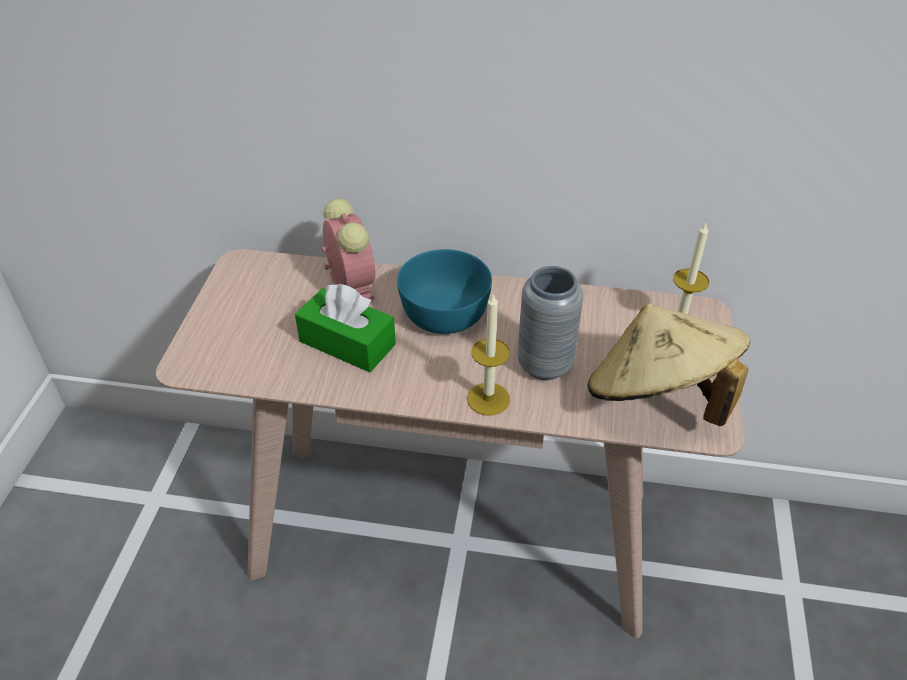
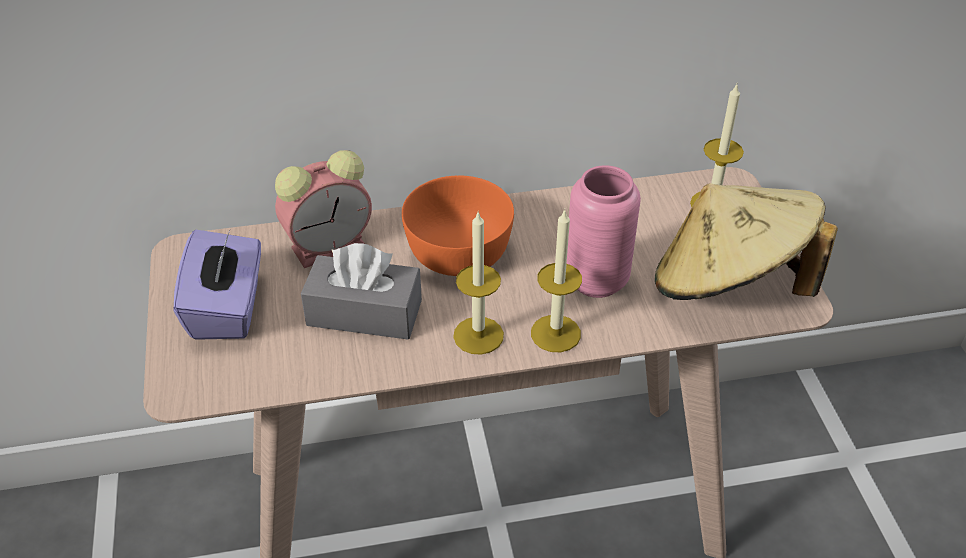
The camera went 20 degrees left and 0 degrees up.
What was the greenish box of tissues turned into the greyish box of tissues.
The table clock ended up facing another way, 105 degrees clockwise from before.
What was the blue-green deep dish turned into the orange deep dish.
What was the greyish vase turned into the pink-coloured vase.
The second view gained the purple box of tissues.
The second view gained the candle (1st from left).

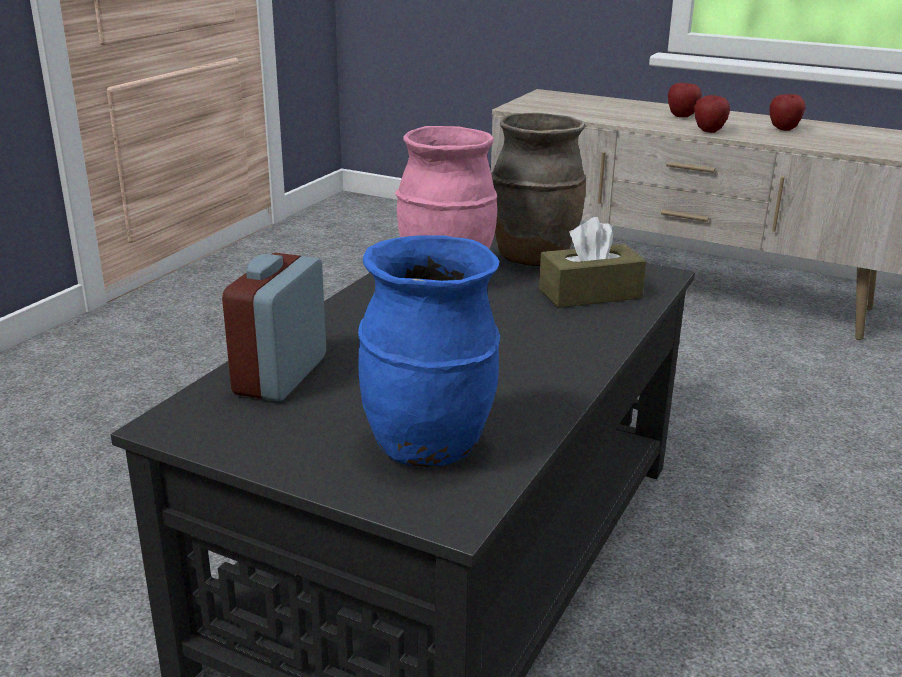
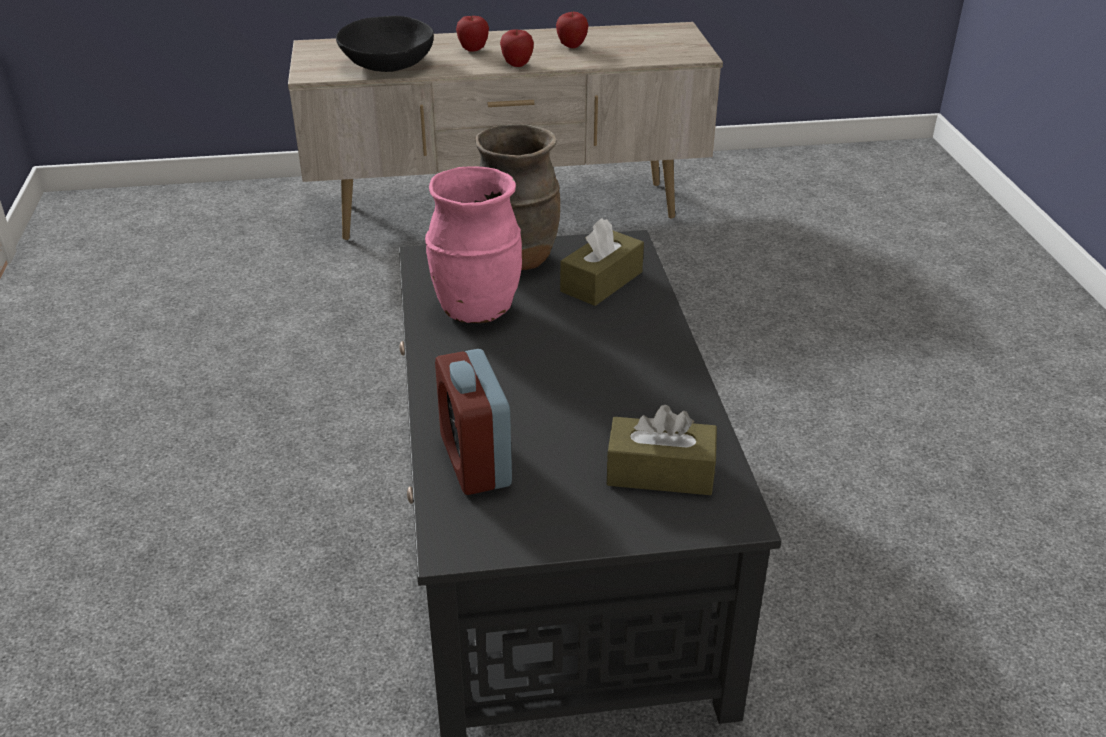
The camera went 35 degrees left and 10 degrees up.
Where the blue vase stood, the brownish box of tissues (2nd from left) came to stand.
The second view gained the black-coloured deep dish.

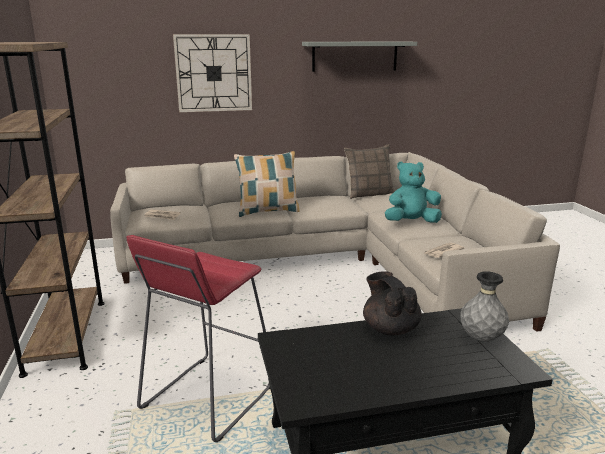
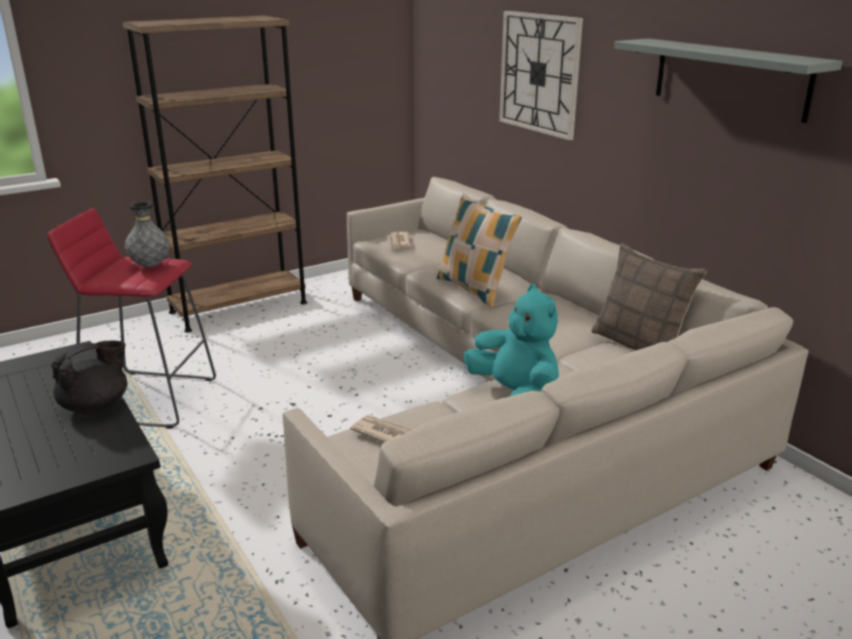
The camera went 70 degrees right and 5 degrees up.
The greyish vase ended up elsewhere.

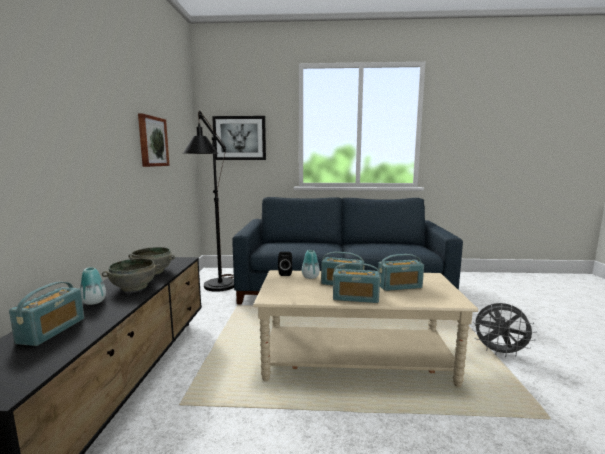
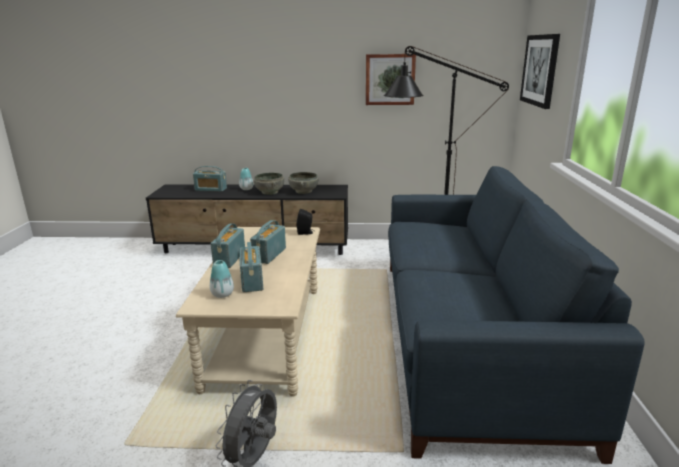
The camera went 90 degrees right and 10 degrees up.
The vase (2nd from left in the first image) ended up elsewhere.

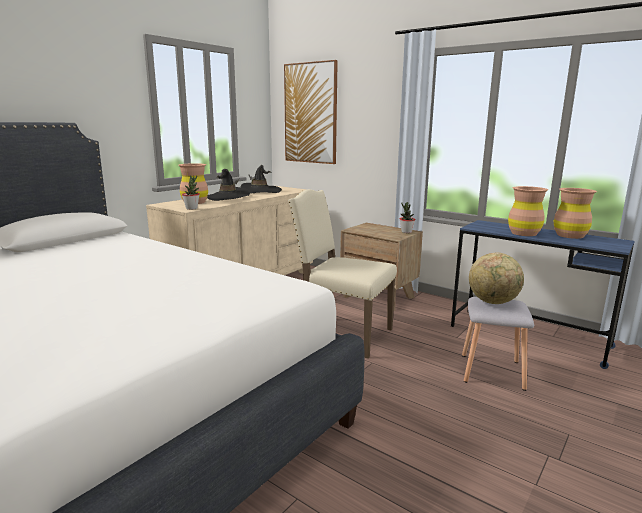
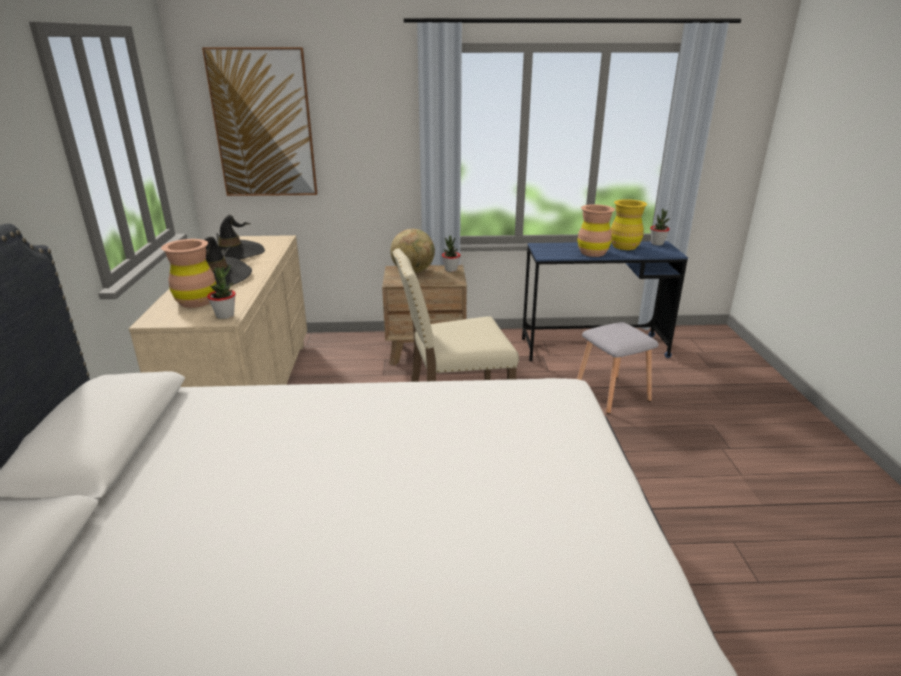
The camera went 40 degrees left and 10 degrees up.
The desk globe ended up elsewhere.
What was the brownish vase (3rd from left) turned into the yellowish vase.
The second view gained the potted plant (3rd from left).

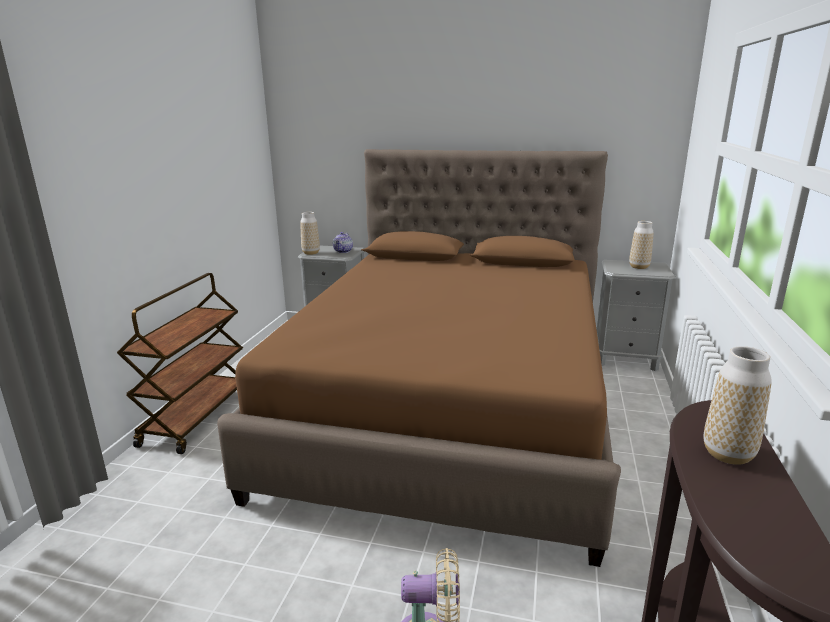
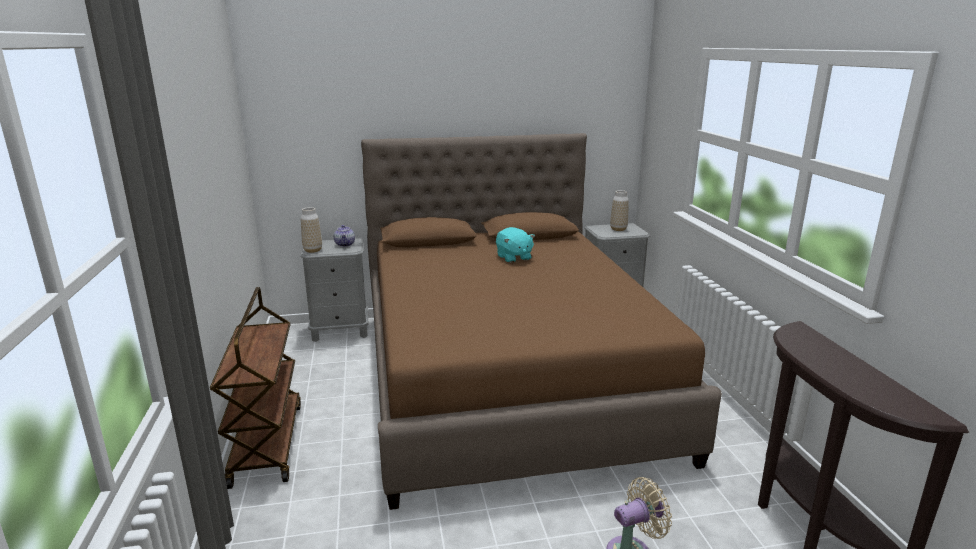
The camera went 25 degrees left and 0 degrees up.
The second view lost the vase (3rd from left).
The second view gained the blue-green soft toy.

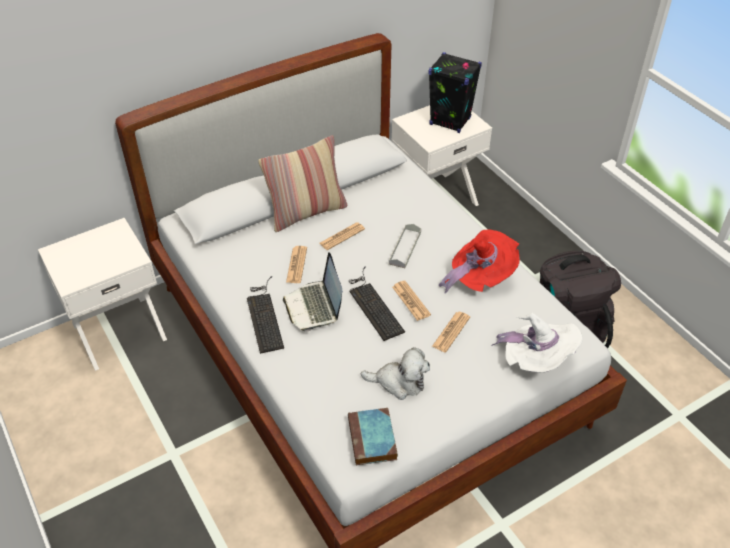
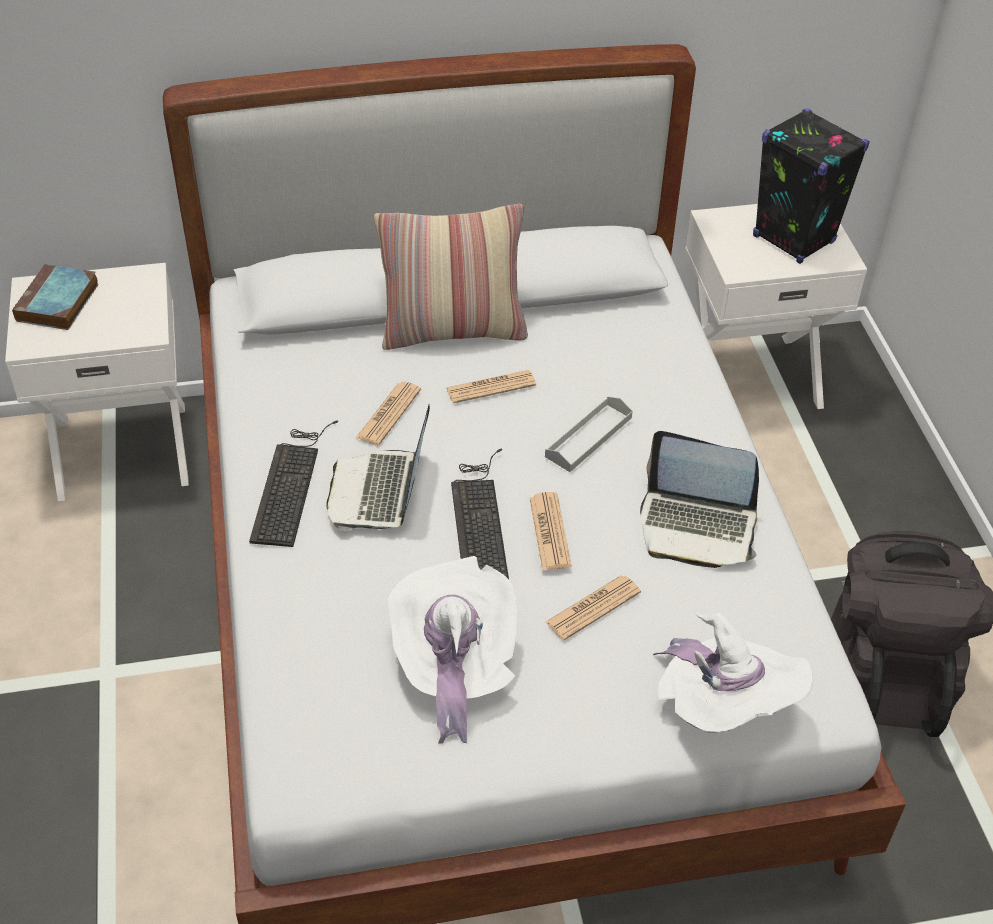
The camera went 20 degrees right and 0 degrees up.
The book ended up elsewhere.
Where the soft toy stood, the white wearable hat (1st from left) came to stand.
Where the red wearable hat stood, the notebook computer (2nd from left) came to stand.

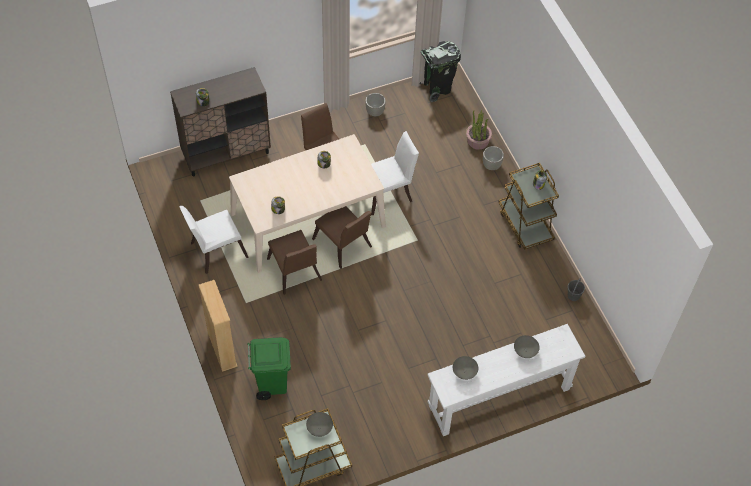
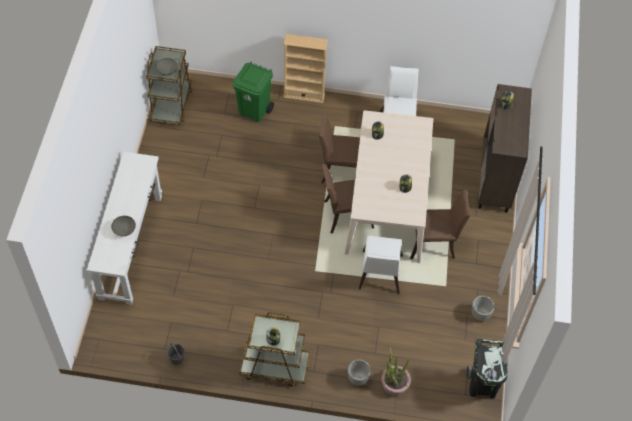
The camera went 120 degrees right and 0 degrees up.
The second view lost the greyish deep dish (2nd from left).

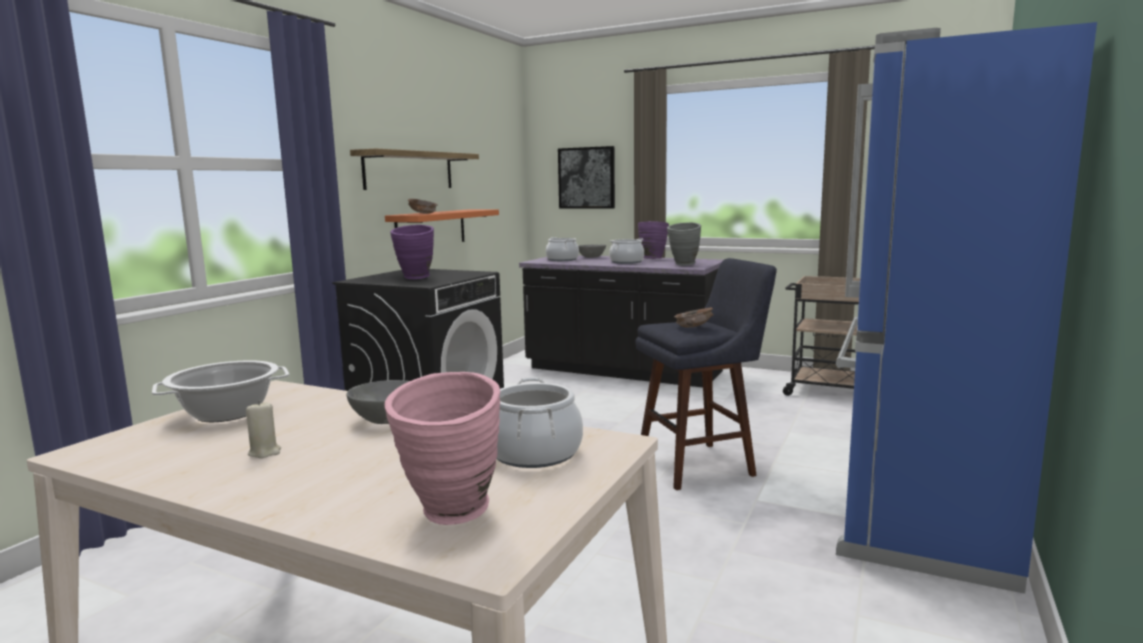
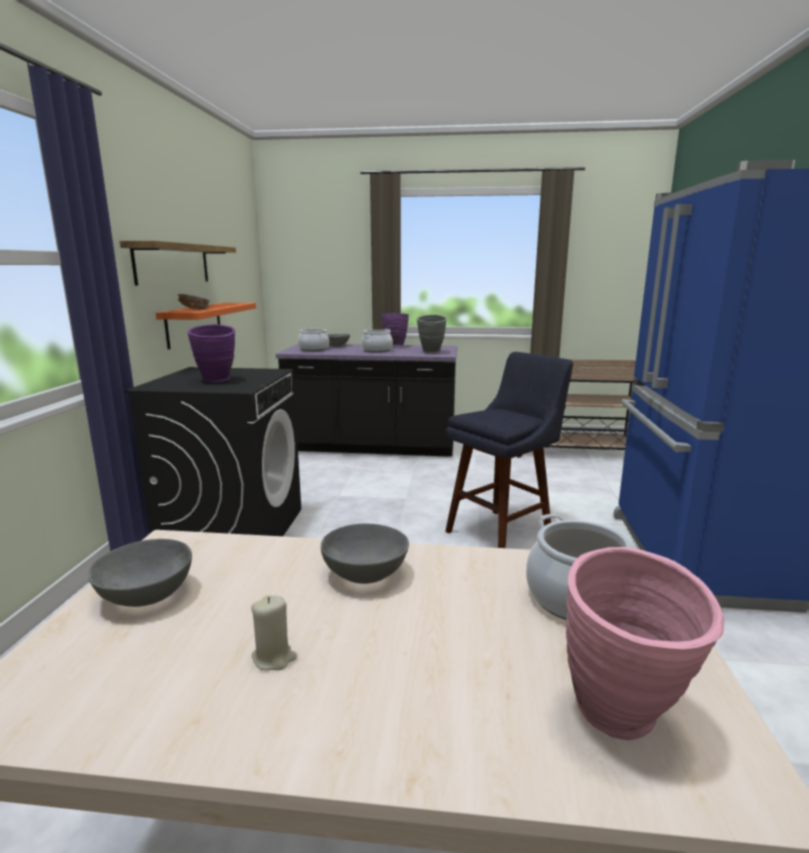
The camera went 20 degrees left and 5 degrees up.
Where the stockpot (1st from left) stood, the greyish deep dish (1st from left) came to stand.
The second view lost the picture.
The second view lost the brownish deep dish (2nd from left).

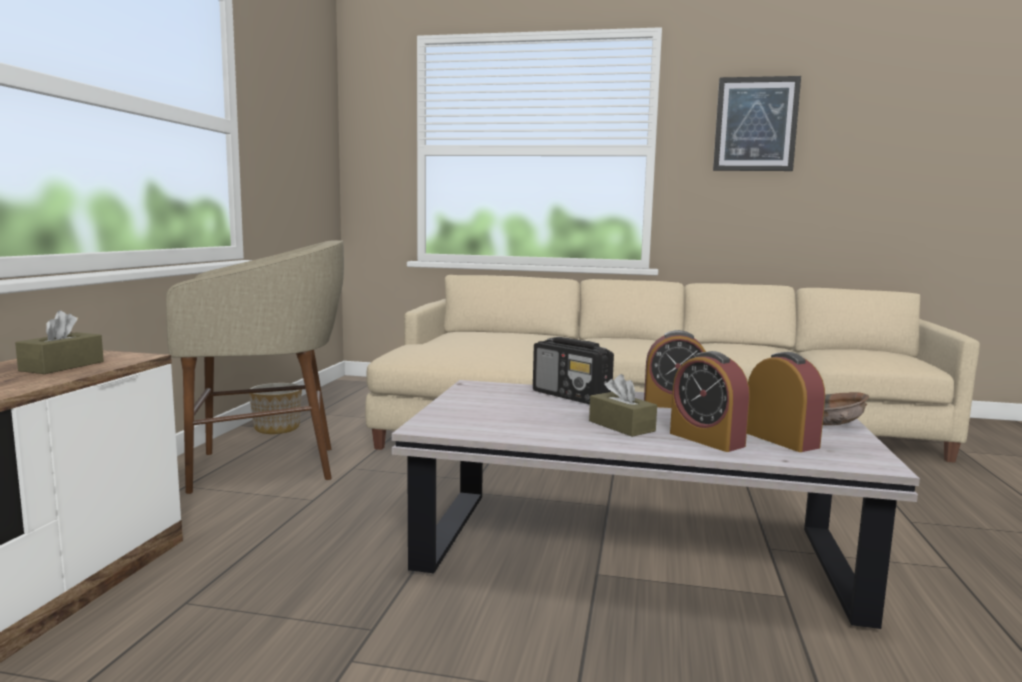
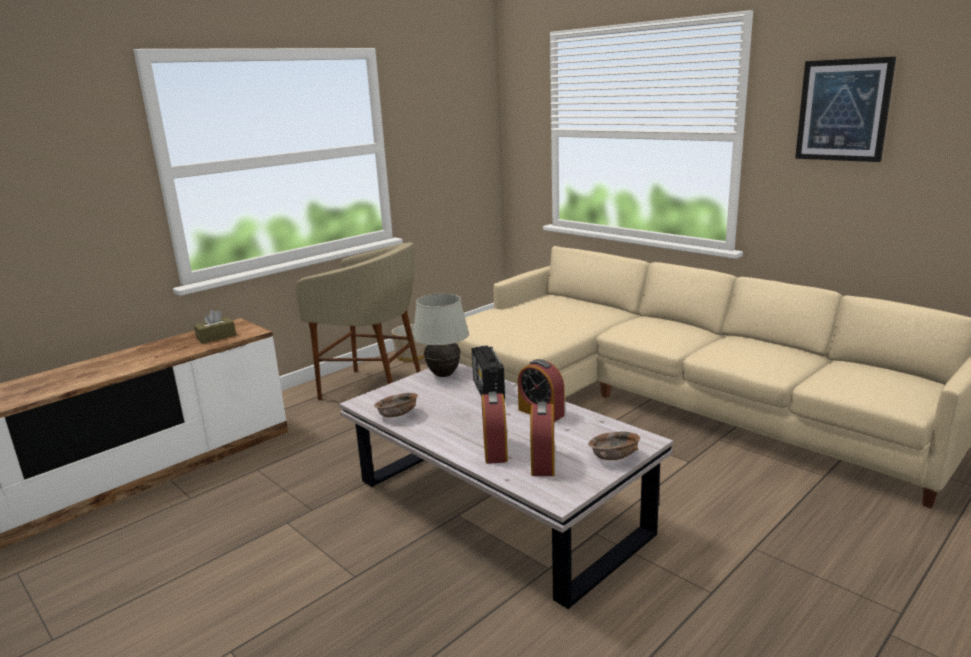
The camera went 35 degrees right and 10 degrees up.
The second view lost the brownish box of tissues (2nd from left).
The second view gained the brownish deep dish (1st from left).
The second view gained the white lamp for a table.

